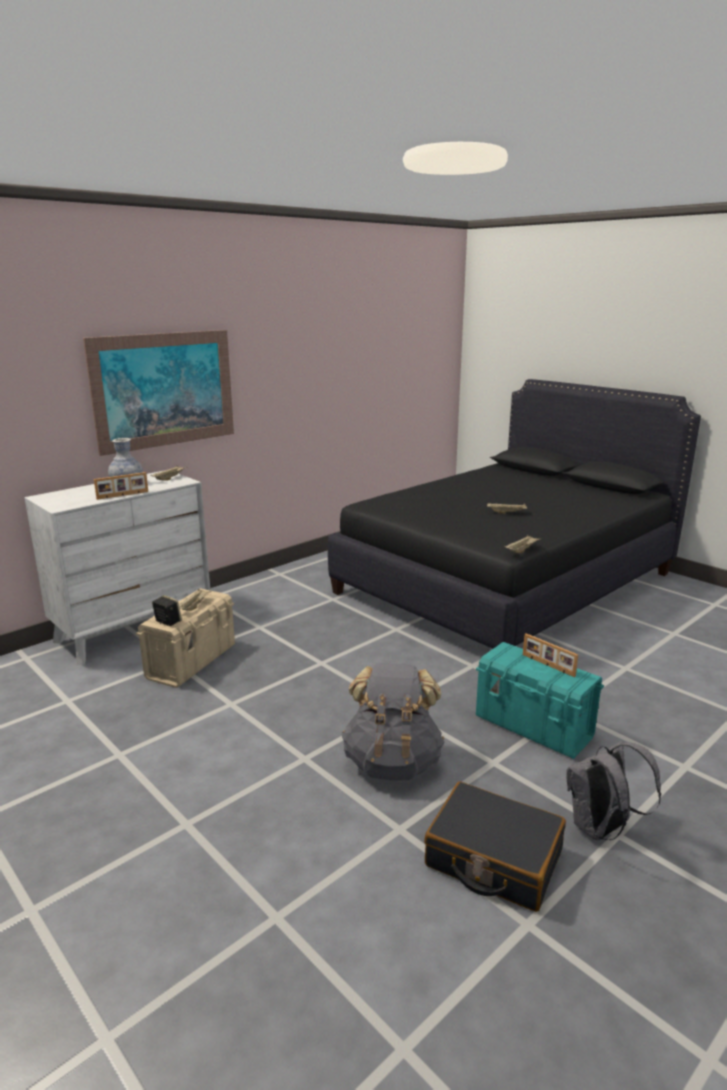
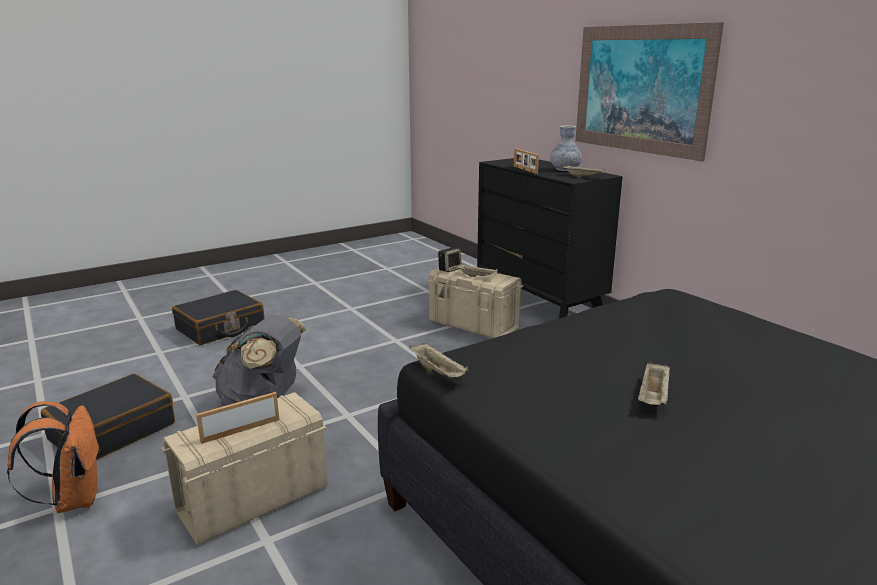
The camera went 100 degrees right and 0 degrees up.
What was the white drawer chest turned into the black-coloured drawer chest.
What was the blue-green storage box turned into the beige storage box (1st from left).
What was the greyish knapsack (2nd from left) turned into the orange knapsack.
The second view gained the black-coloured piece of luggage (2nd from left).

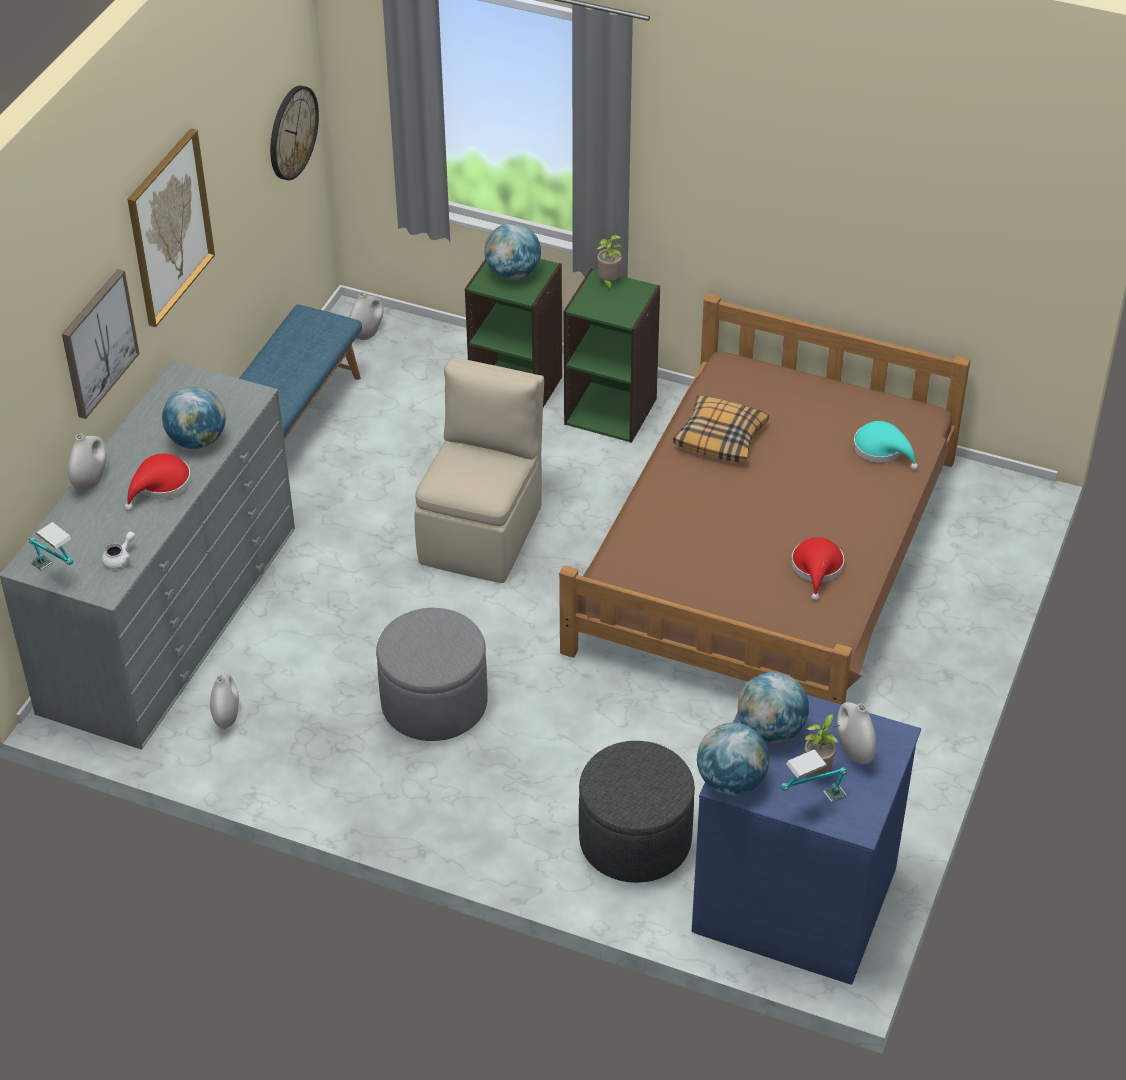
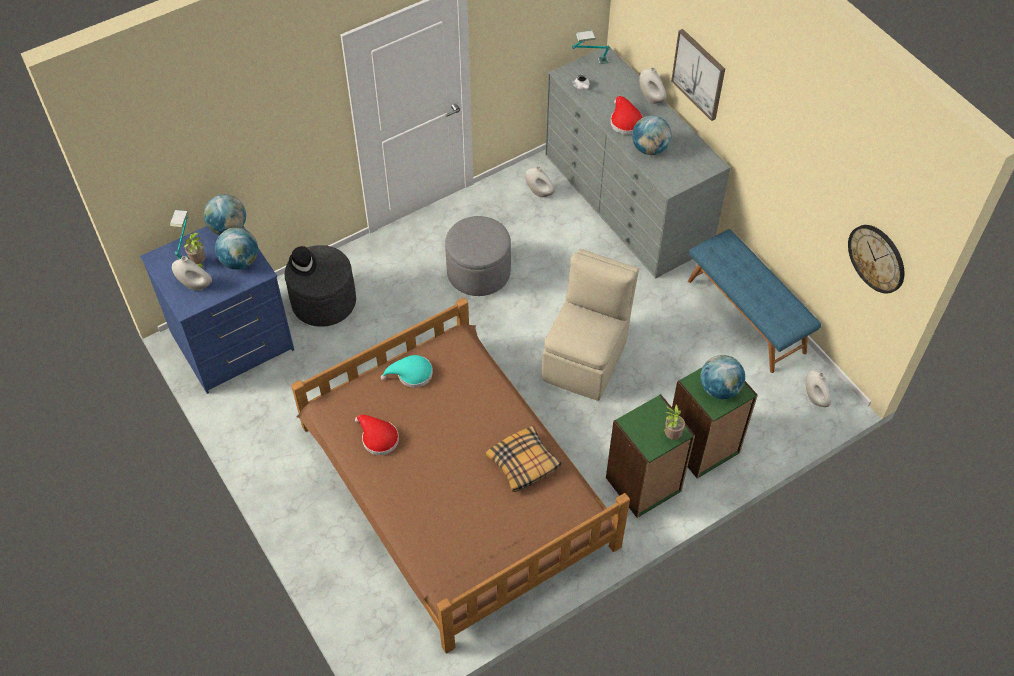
The camera went 125 degrees right and 10 degrees up.
The second view lost the picture (2nd from left).
The beige plain chair ended up facing another way, 120 degrees counterclockwise from before.
The blue-green wearable hat ended up elsewhere.
The second view gained the black-coloured wearable hat.

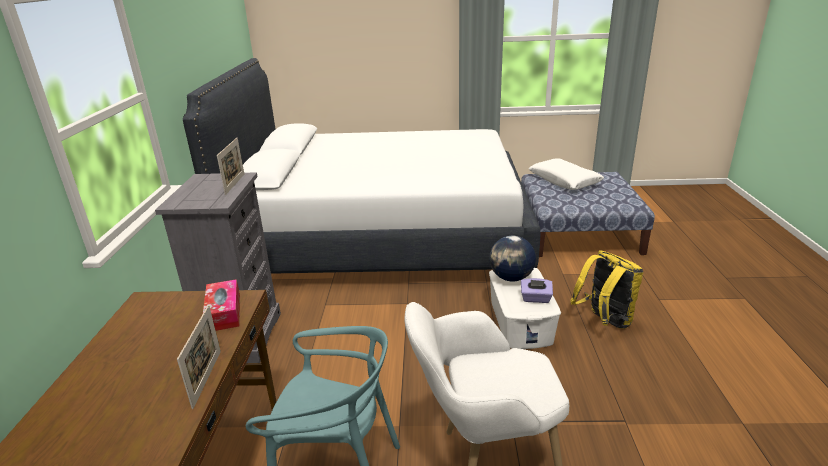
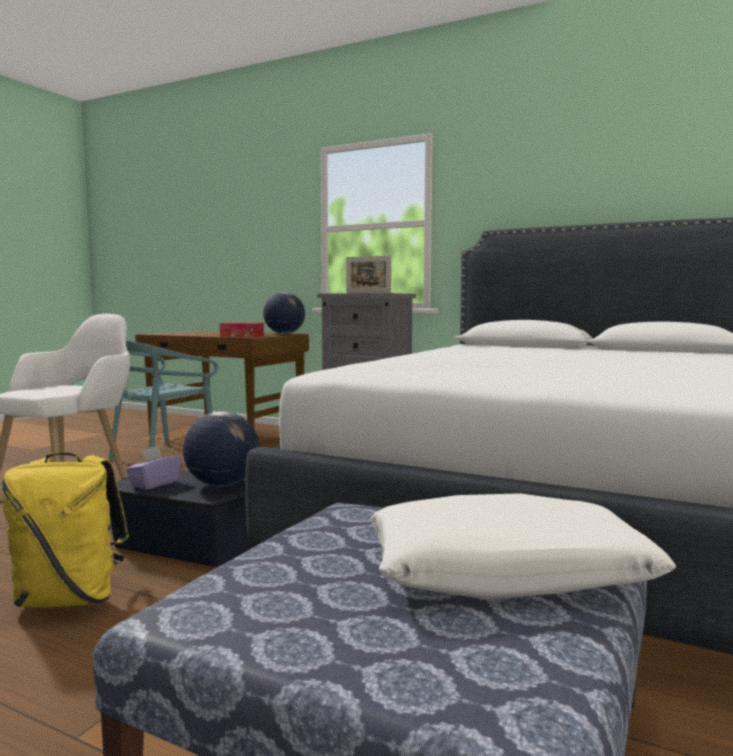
The camera went 115 degrees right and 20 degrees down.
The second view lost the standing frame (1st from left).
What was the white storage box turned into the blue storage box.
The second view gained the desk globe (2nd from left).

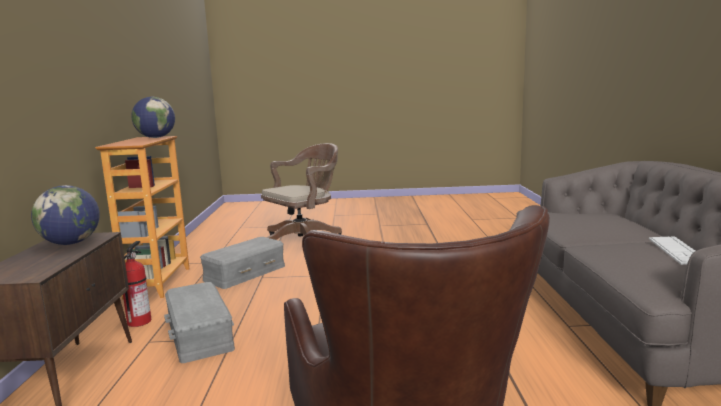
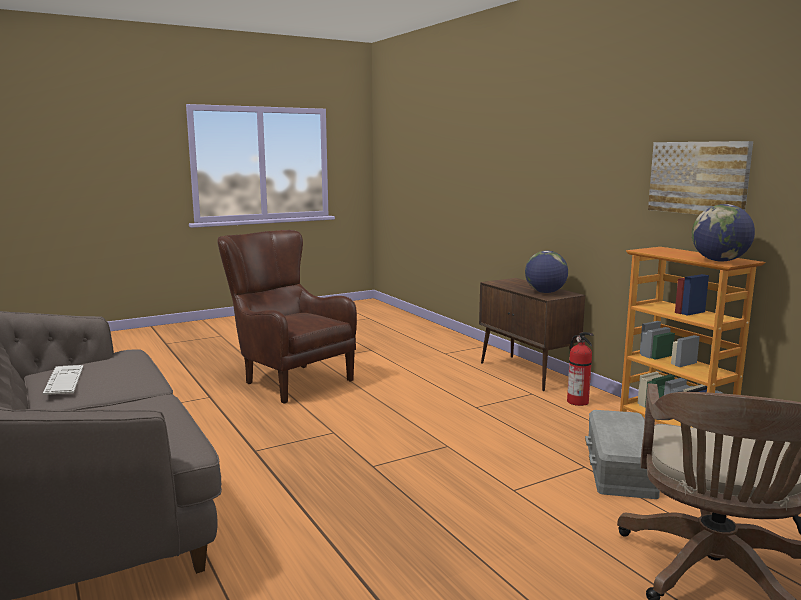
The camera went 150 degrees right and 0 degrees up.
The second view lost the greyish storage box (1st from left).
The second view gained the picture.

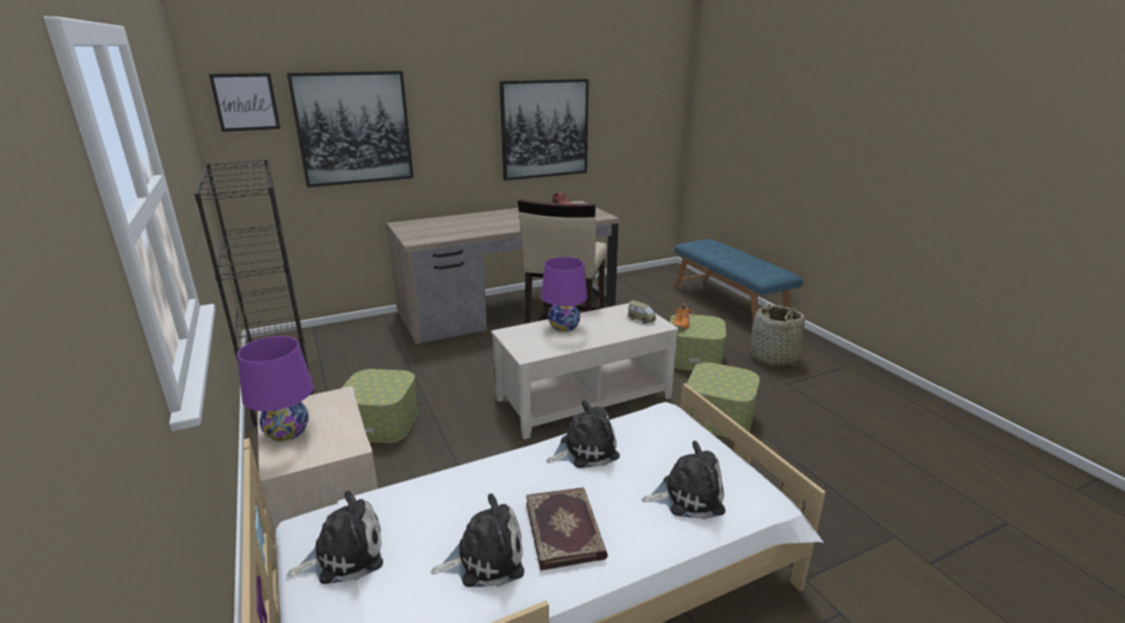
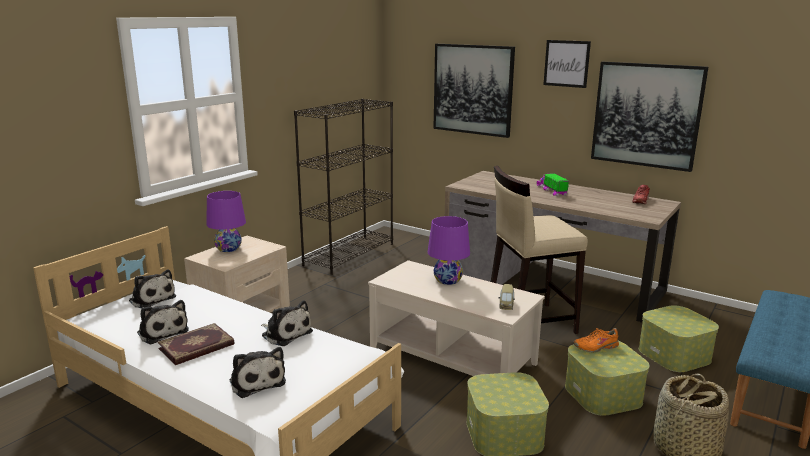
The camera went 60 degrees right and 5 degrees down.
The picture (1st from left in the first image) ended up elsewhere.
The storage box (1st from left in the first image) ended up elsewhere.
The second view gained the model truck.

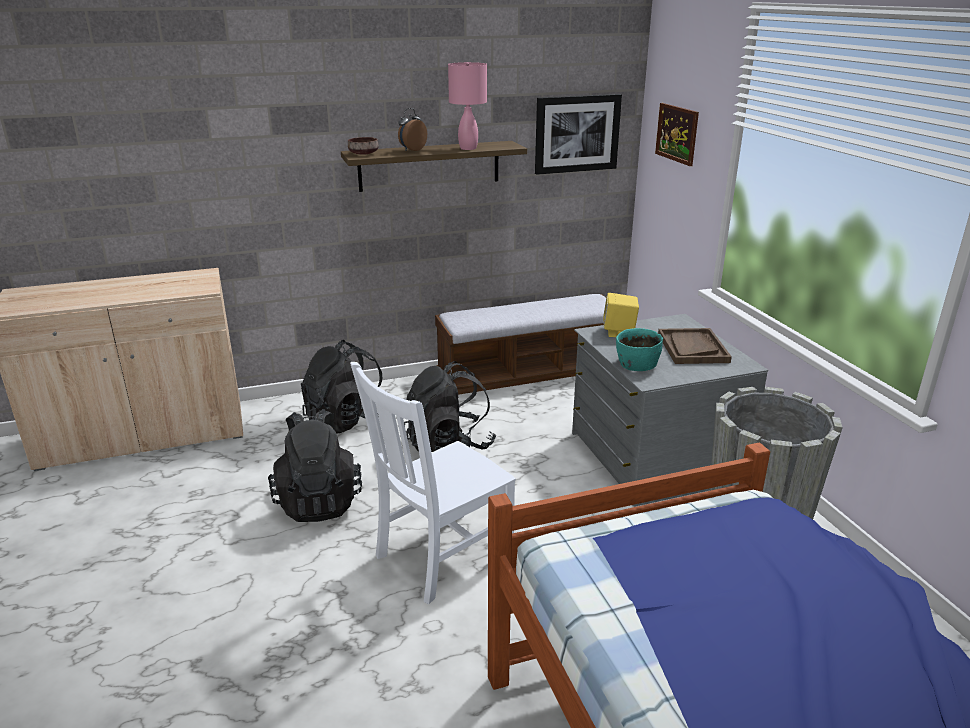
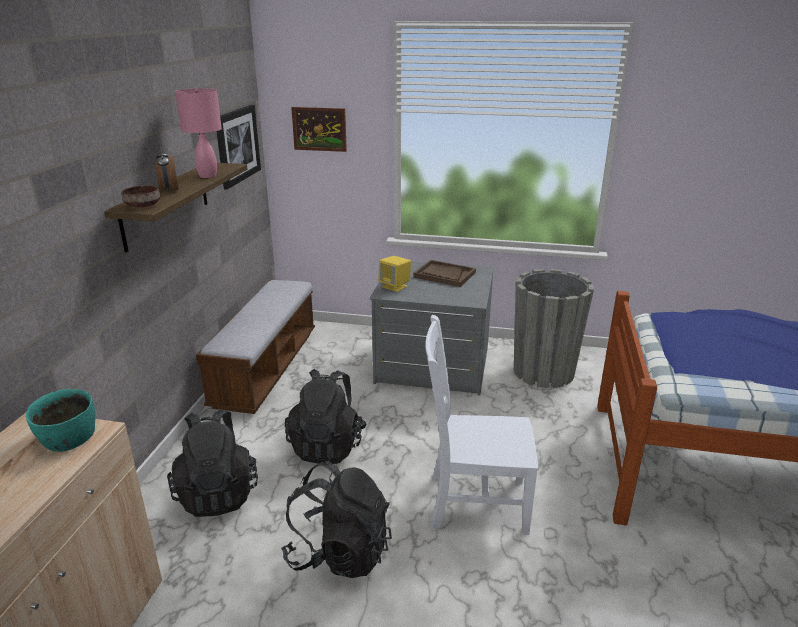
The camera went 60 degrees left and 0 degrees up.
The white plain chair ended up facing another way, 105 degrees clockwise from before.
The blue-green deep dish ended up elsewhere.

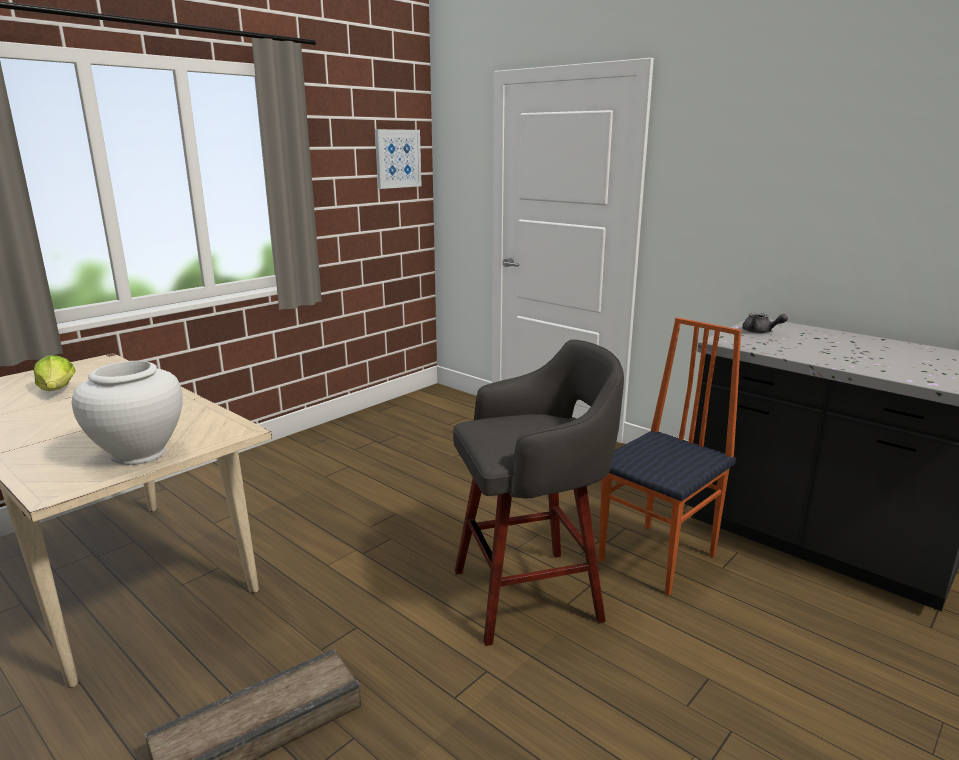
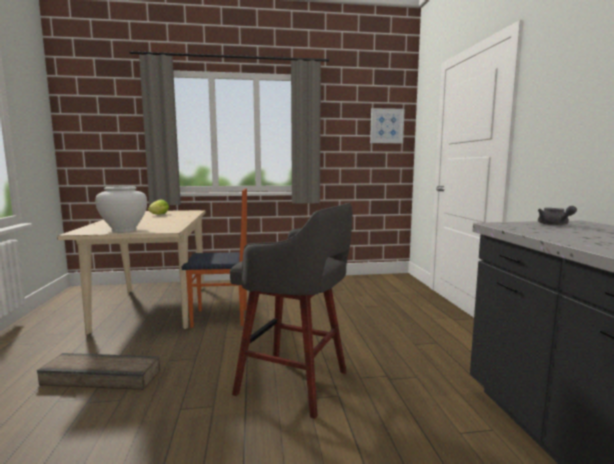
The camera went 40 degrees right and 10 degrees down.
The plain chair ended up elsewhere.

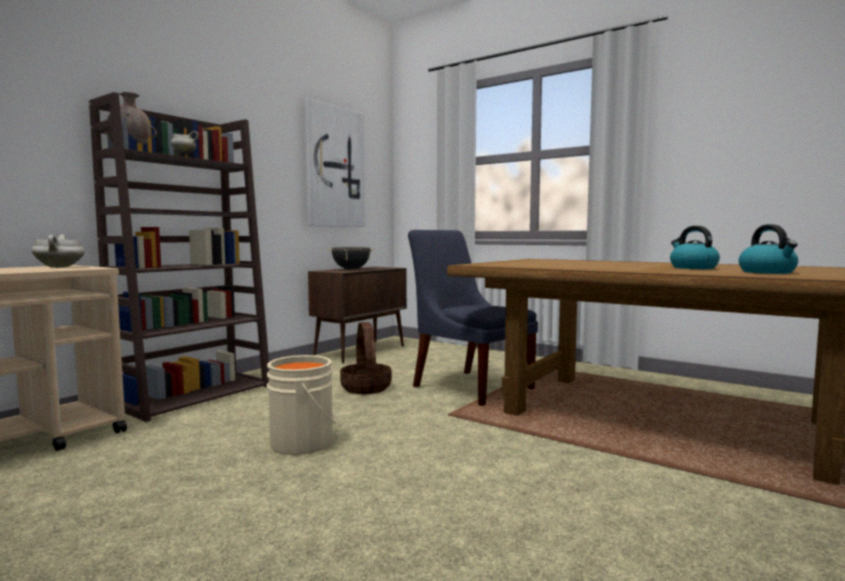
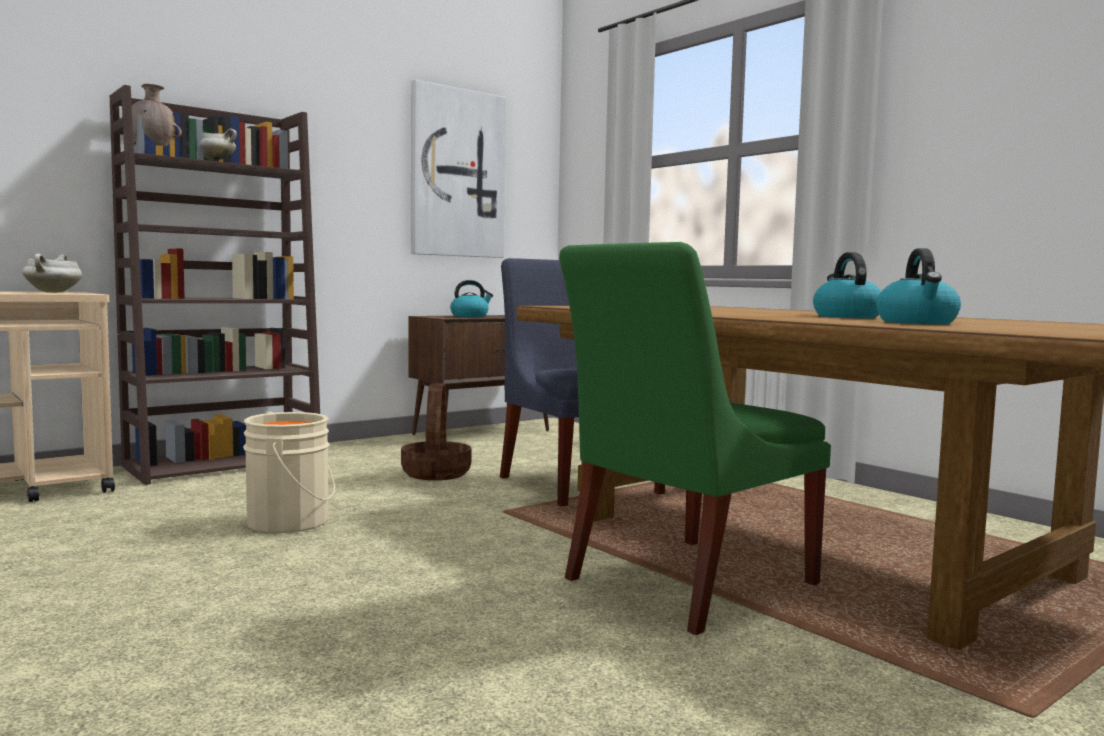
The camera went 15 degrees right and 0 degrees up.
Where the black-coloured stockpot stood, the kettle (1st from left) came to stand.
The second view gained the greenish plain chair.

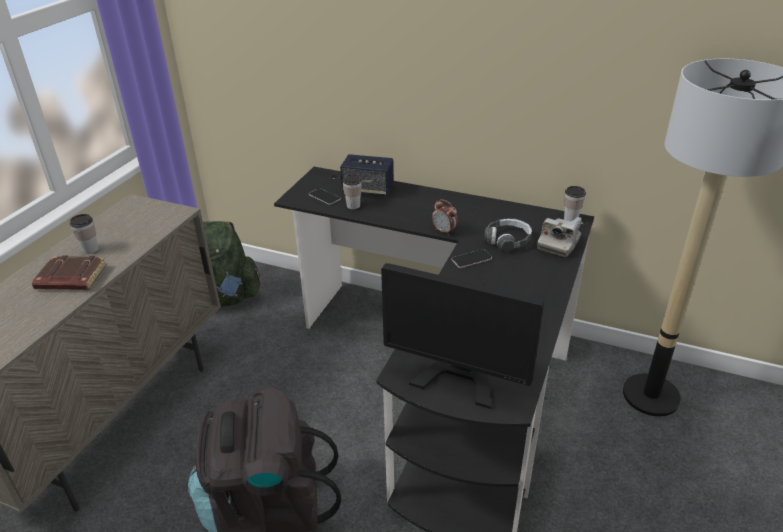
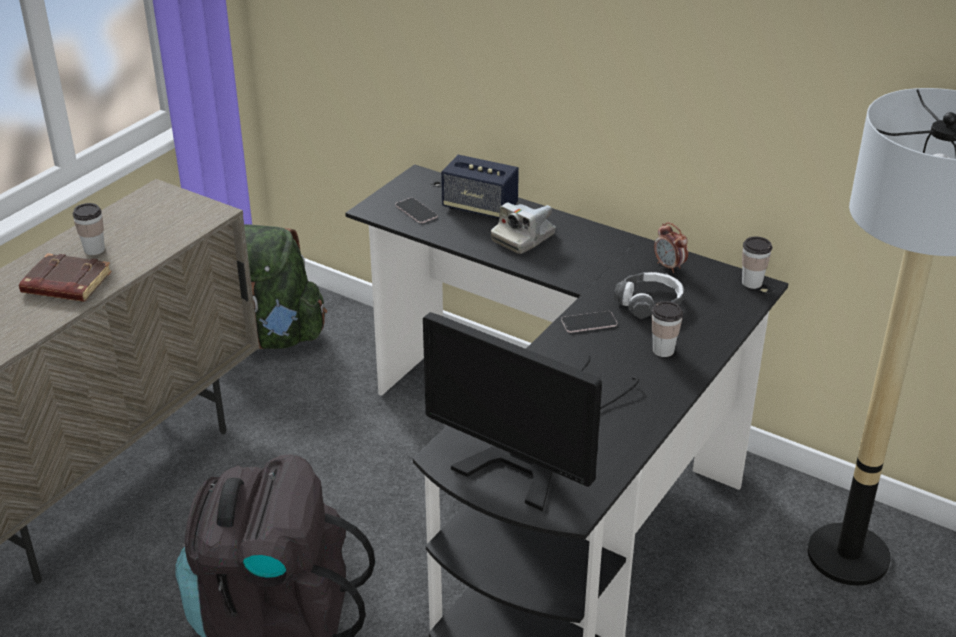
The camera went 10 degrees right and 0 degrees up.
The cup (2nd from left) ended up elsewhere.
The table clock ended up elsewhere.
The still camera ended up elsewhere.

